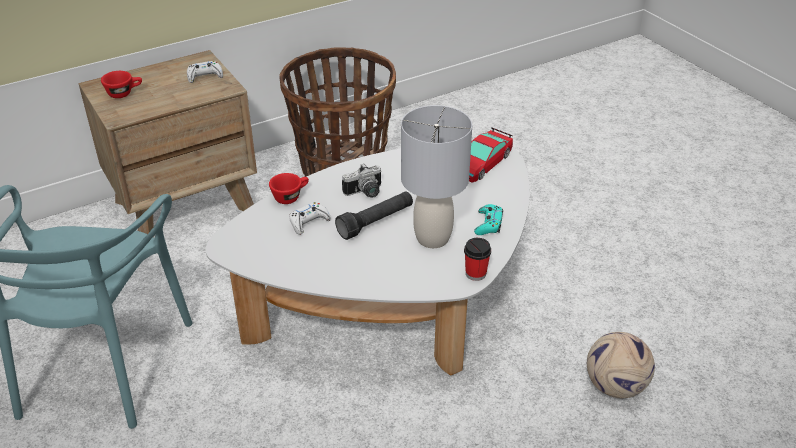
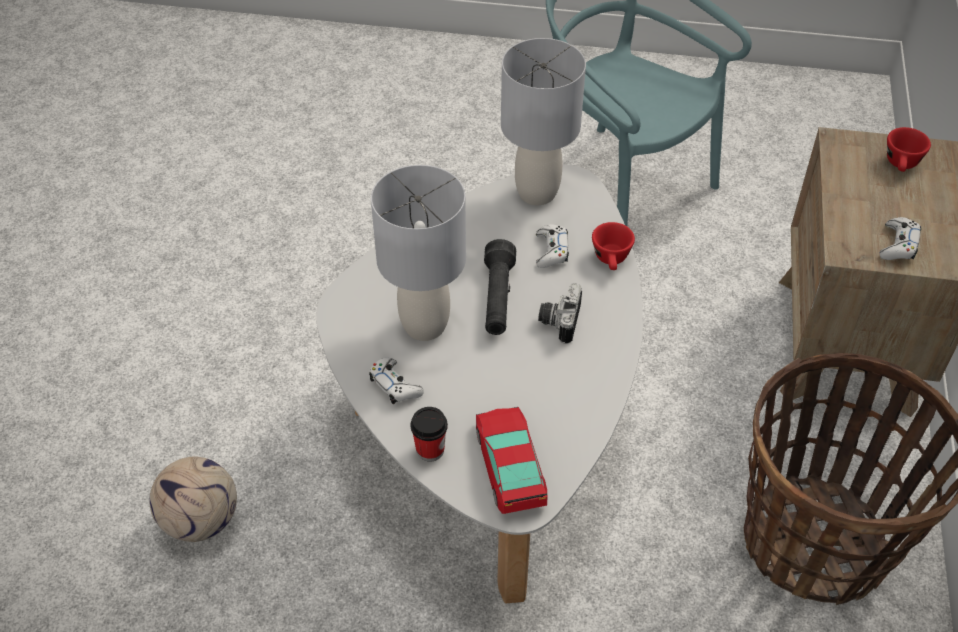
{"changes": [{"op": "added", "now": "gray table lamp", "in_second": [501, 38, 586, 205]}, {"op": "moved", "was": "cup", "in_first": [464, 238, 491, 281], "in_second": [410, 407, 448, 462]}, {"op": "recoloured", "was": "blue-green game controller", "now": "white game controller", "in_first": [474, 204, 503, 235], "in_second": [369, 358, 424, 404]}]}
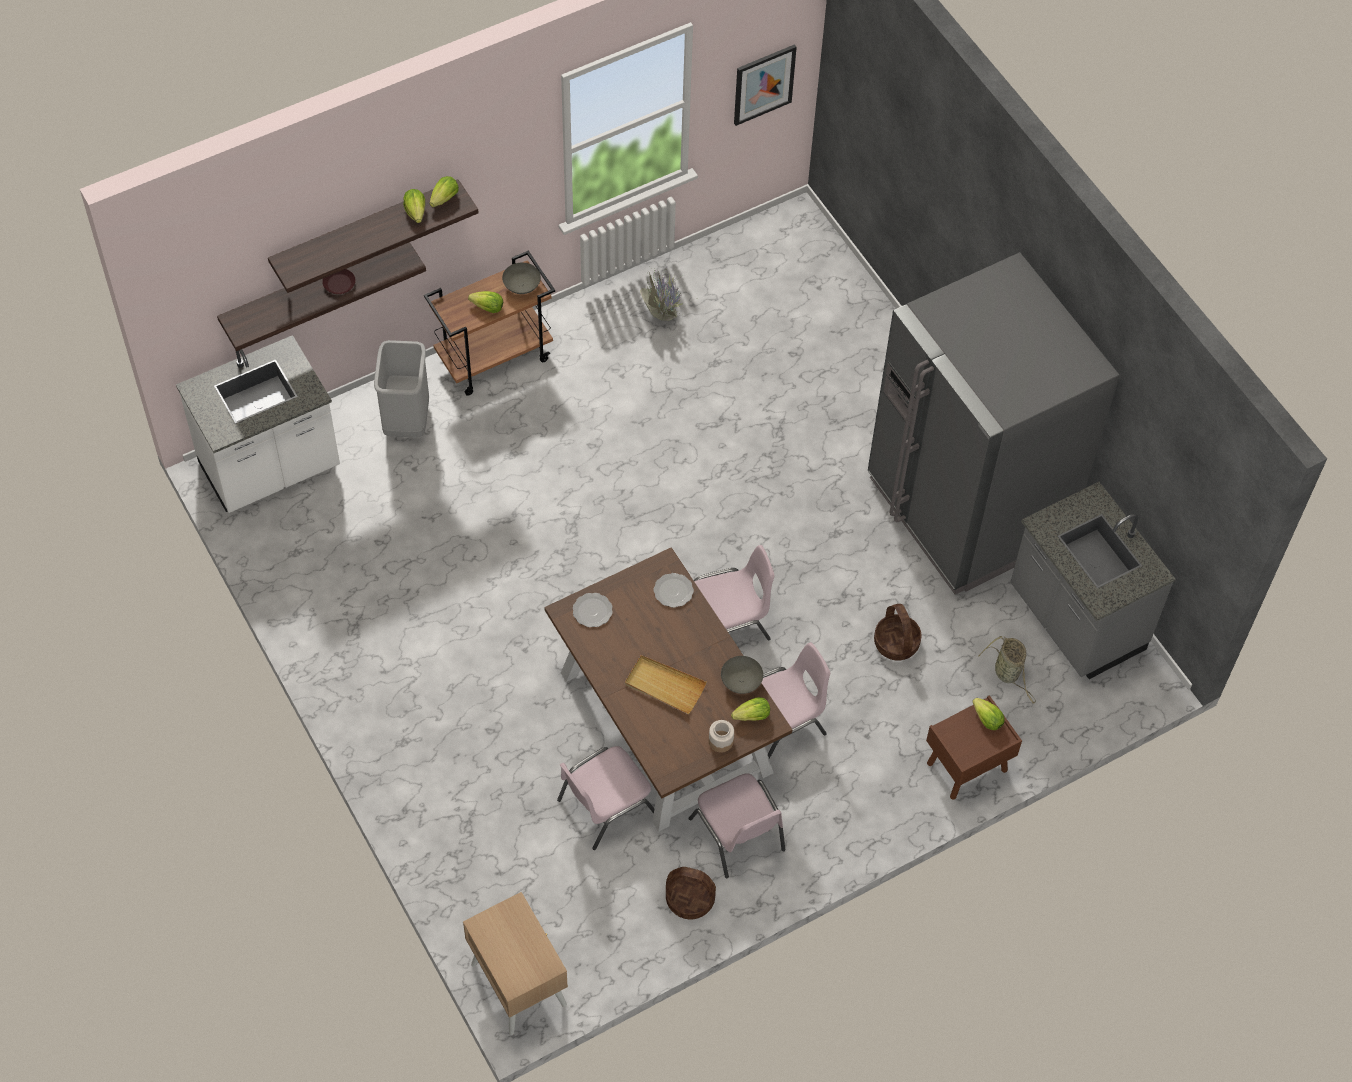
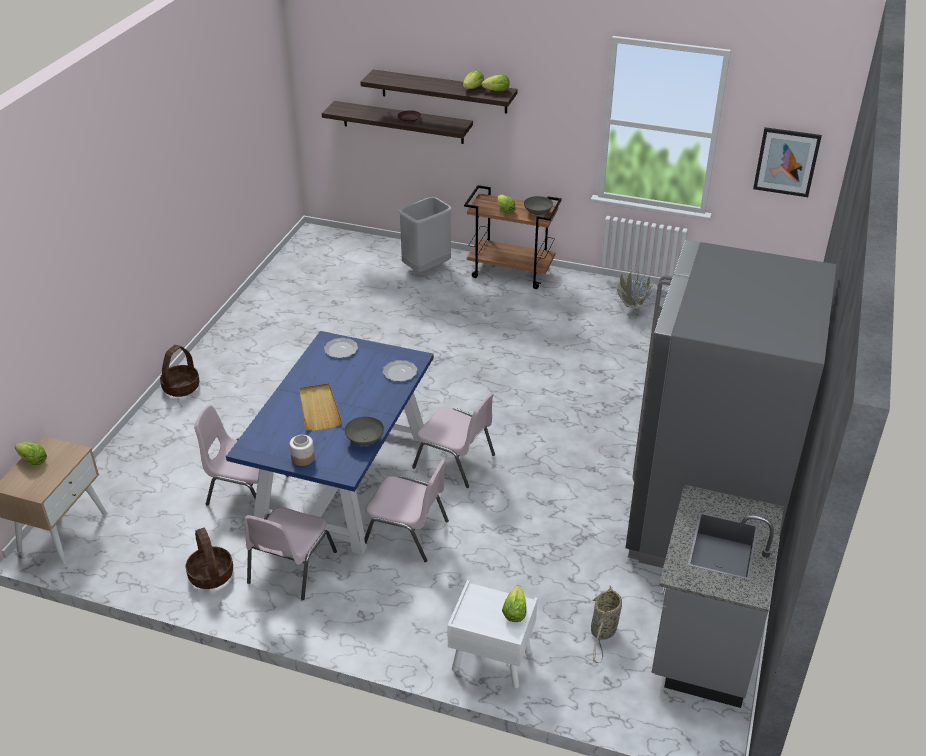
{"changes": [{"op": "removed", "was": "white kitchen counter", "in_first": [176, 335, 340, 513]}, {"op": "moved", "was": "head of lettuce", "in_first": [731, 697, 770, 721], "in_second": [15, 442, 47, 465]}, {"op": "moved", "was": "household basket", "in_first": [874, 604, 922, 660], "in_second": [160, 345, 199, 397]}, {"op": "recoloured", "was": "brown-coloured kitchen table", "now": "blue-coloured kitchen table", "in_first": [544, 547, 792, 832], "in_second": [226, 331, 434, 555]}, {"op": "recoloured", "was": "brown-coloured nightstand", "now": "white nightstand", "in_first": [926, 695, 1022, 800], "in_second": [447, 580, 538, 689]}]}
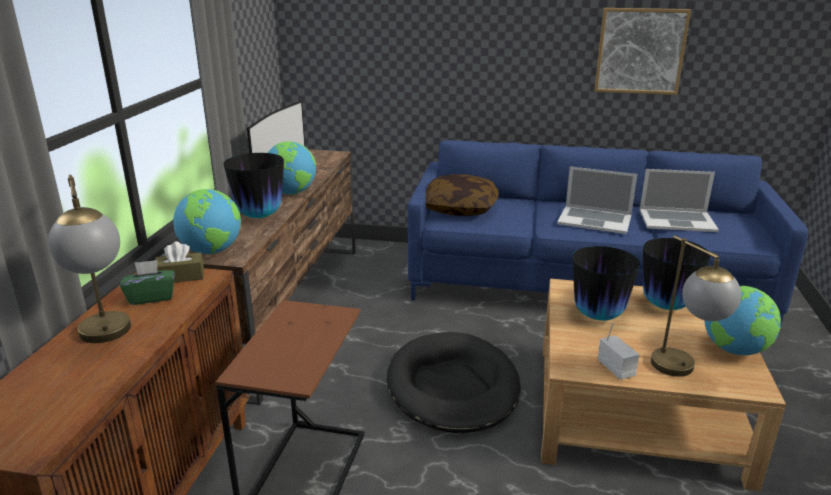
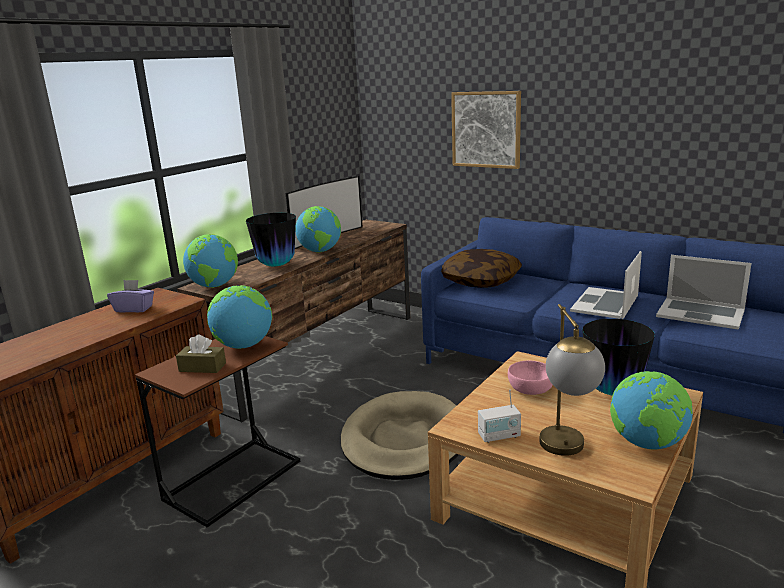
{"changes": [{"op": "removed", "was": "table lamp", "in_first": [48, 175, 131, 343]}, {"op": "added", "now": "desk globe", "in_second": [207, 285, 272, 349]}, {"op": "moved", "was": "brown-coloured tissue holder", "in_first": [155, 242, 204, 283], "in_second": [176, 334, 226, 373]}, {"op": "moved", "was": "picture", "in_first": [594, 8, 691, 95], "in_second": [451, 91, 521, 169]}, {"op": "replaced", "was": "vase", "now": "pink deep dish", "in_first": [573, 246, 640, 320], "in_second": [508, 360, 553, 395]}, {"op": "recoloured", "was": "green-coloured tissue holder", "now": "purplish tissue holder", "in_first": [120, 260, 175, 305], "in_second": [107, 280, 154, 312]}, {"op": "recoloured", "was": "black-coloured dog bed", "now": "beige dog bed", "in_first": [387, 332, 521, 433], "in_second": [341, 391, 459, 480]}, {"op": "turned", "was": "laptop", "in_first": [557, 167, 637, 234], "in_second": [570, 251, 642, 319], "clockwise": 75}, {"op": "turned", "was": "radio receiver", "in_first": [598, 323, 639, 380], "in_second": [478, 389, 521, 443], "clockwise": 75}]}
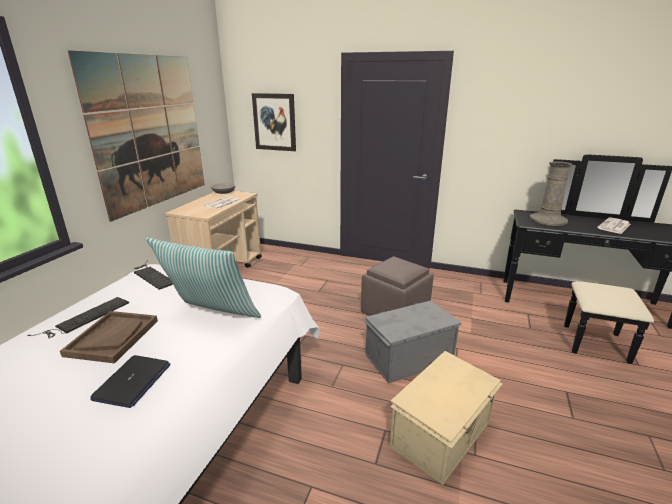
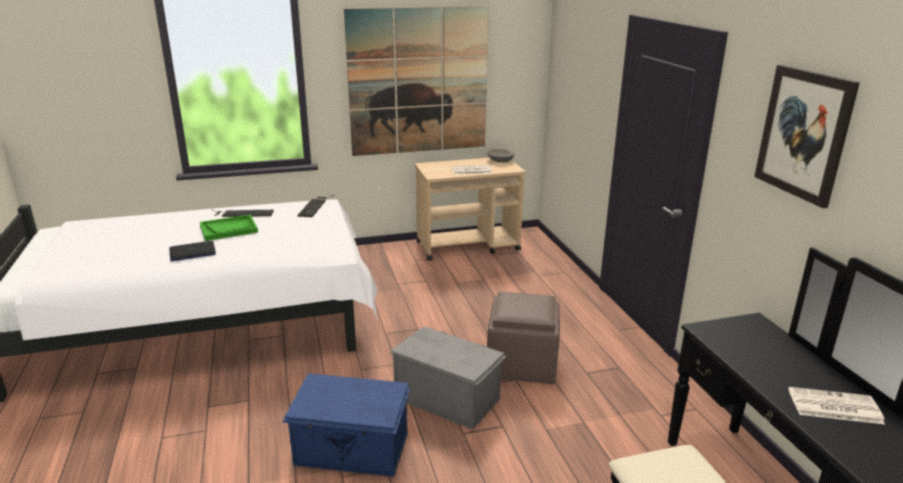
{"changes": [{"op": "removed", "was": "cushion", "in_first": [146, 238, 261, 318]}, {"op": "removed", "was": "beige vase", "in_first": [530, 161, 573, 226]}, {"op": "moved", "was": "picture", "in_first": [252, 93, 296, 151], "in_second": [754, 65, 860, 208]}, {"op": "recoloured", "was": "brown-coloured serving tray", "now": "green-coloured serving tray", "in_first": [60, 311, 158, 363], "in_second": [200, 214, 258, 241]}, {"op": "recoloured", "was": "beige storage container", "now": "blue-coloured storage container", "in_first": [390, 351, 502, 485], "in_second": [282, 373, 410, 477]}]}
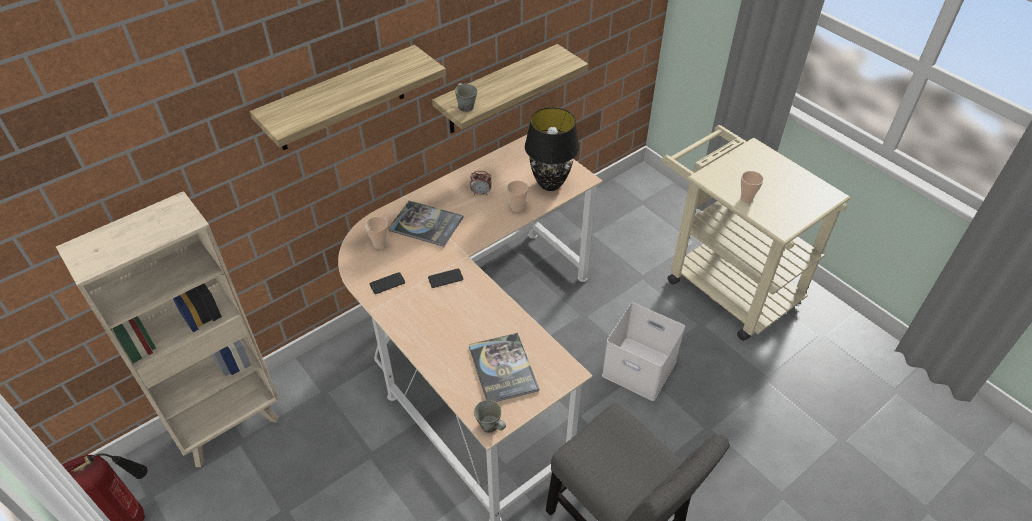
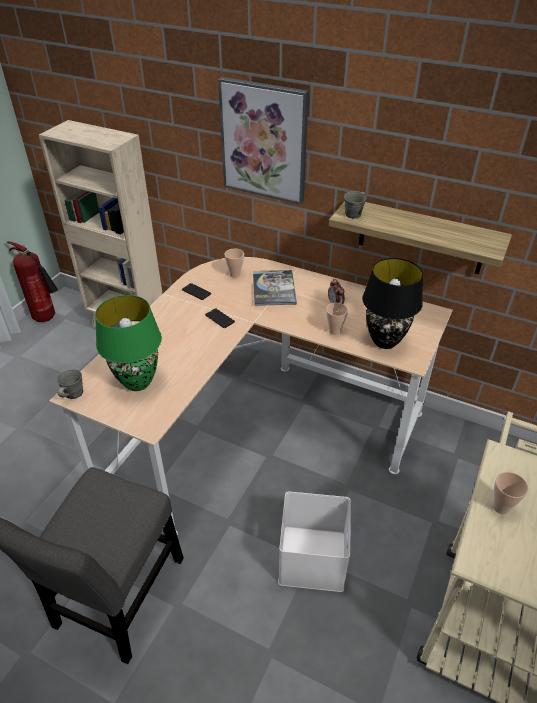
{"changes": [{"op": "replaced", "was": "wall shelf", "now": "picture", "in_first": [250, 45, 446, 150], "in_second": [218, 77, 309, 205]}, {"op": "replaced", "was": "bound book", "now": "green-coloured table lamp", "in_first": [469, 333, 539, 402], "in_second": [95, 295, 162, 391]}]}
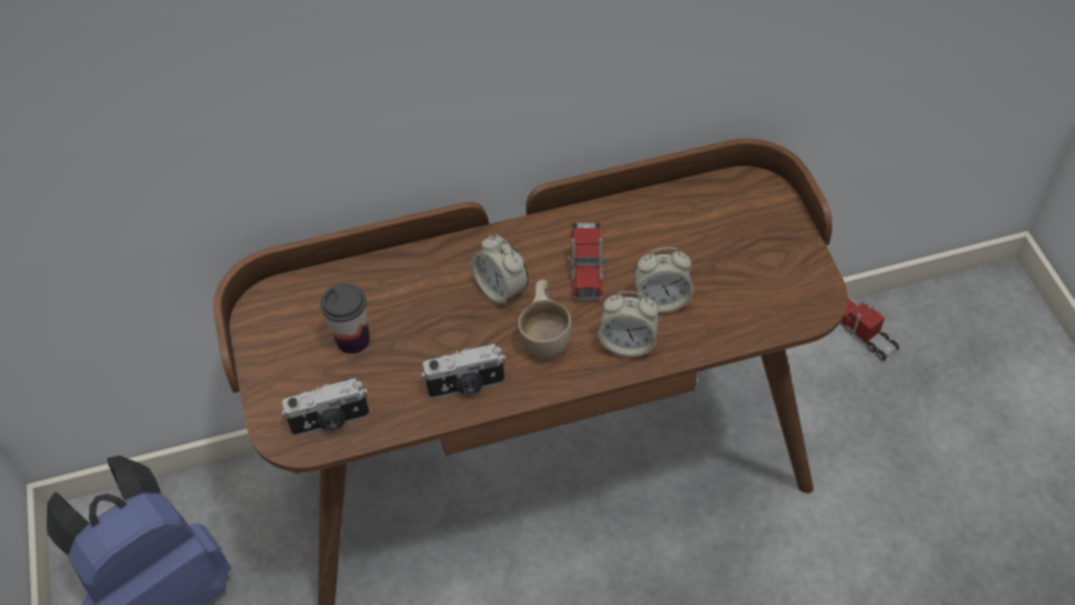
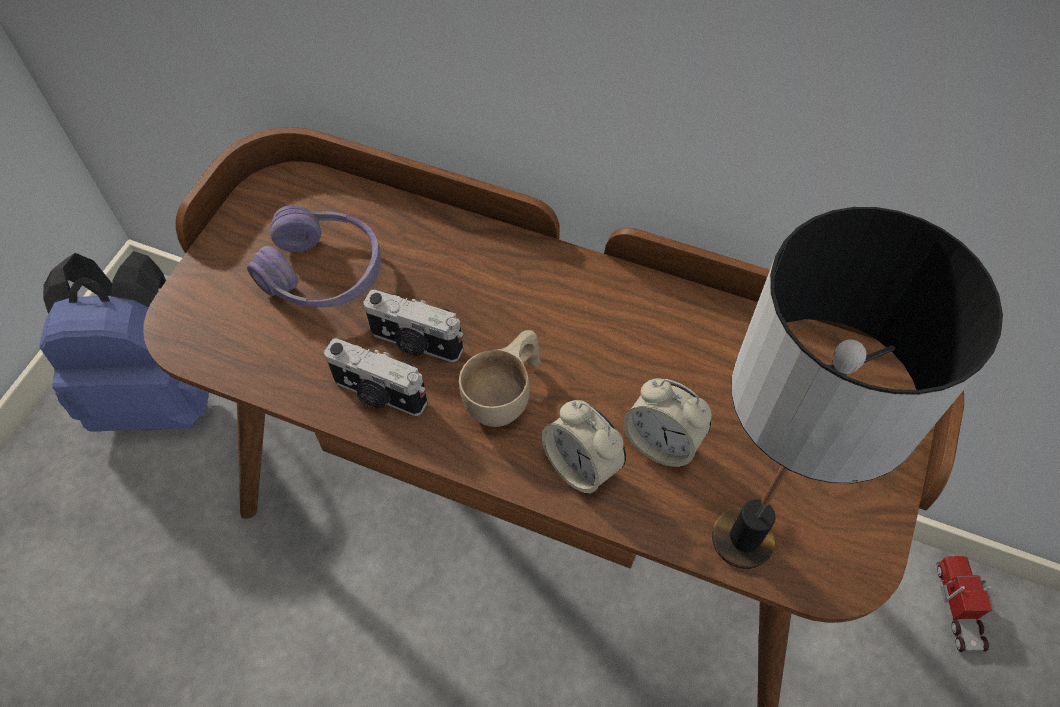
{"changes": [{"op": "removed", "was": "table clock", "in_first": [471, 234, 528, 307]}, {"op": "removed", "was": "toy truck", "in_first": [567, 222, 607, 301]}, {"op": "added", "now": "table lamp", "in_second": [712, 207, 1003, 569]}, {"op": "moved", "was": "still camera", "in_first": [281, 378, 370, 436], "in_second": [363, 289, 463, 362]}, {"op": "replaced", "was": "cup", "now": "purplish headphones", "in_first": [320, 283, 370, 354], "in_second": [247, 205, 381, 307]}]}
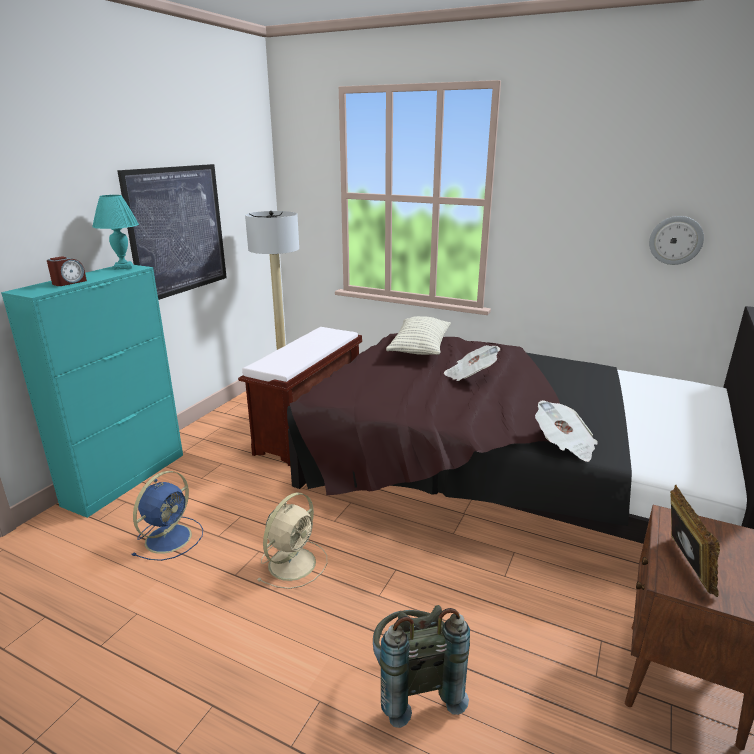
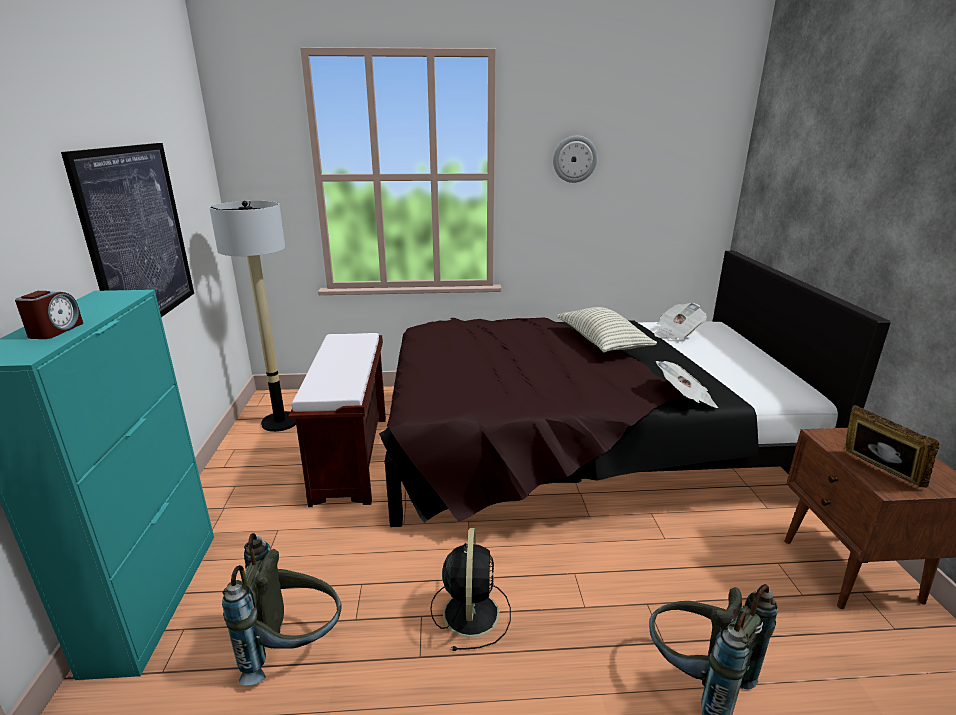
{"changes": [{"op": "removed", "was": "blue-green table lamp", "in_first": [92, 195, 139, 270]}, {"op": "moved", "was": "cushion", "in_first": [386, 316, 451, 355], "in_second": [557, 307, 657, 353]}, {"op": "moved", "was": "newspaper", "in_first": [444, 345, 500, 381], "in_second": [654, 303, 707, 340]}, {"op": "moved", "was": "wall clock", "in_first": [649, 216, 704, 265], "in_second": [553, 136, 597, 183]}, {"op": "replaced", "was": "blue-coloured fan", "now": "gray rucksack", "in_first": [132, 471, 203, 561], "in_second": [222, 533, 342, 685]}, {"op": "recoloured", "was": "beige fan", "now": "black-coloured fan", "in_first": [257, 493, 327, 589], "in_second": [430, 528, 511, 651]}]}
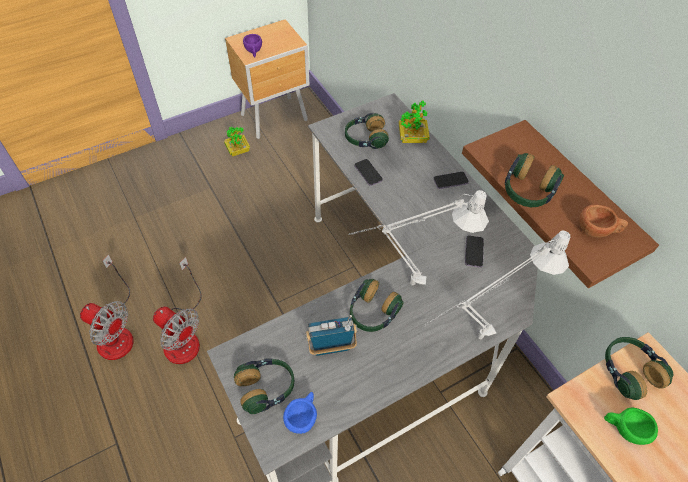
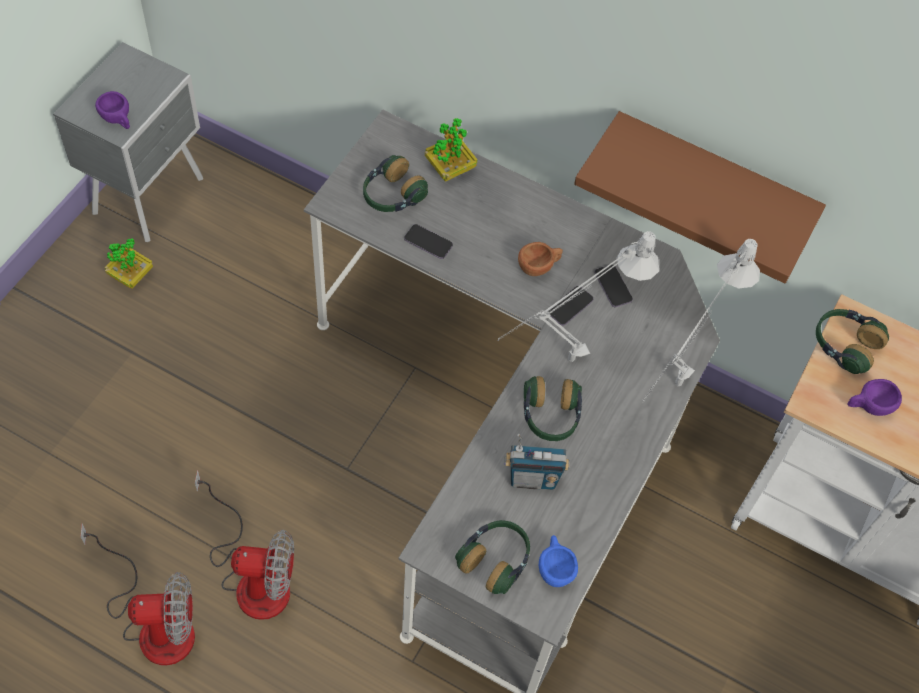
{"changes": [{"op": "removed", "was": "headphones", "in_first": [505, 153, 564, 207]}, {"op": "moved", "was": "phone", "in_first": [433, 172, 469, 189], "in_second": [548, 286, 594, 326]}, {"op": "moved", "was": "brown-coloured cup", "in_first": [579, 205, 628, 238], "in_second": [518, 242, 563, 276]}, {"op": "recoloured", "was": "brown-coloured nightstand", "now": "gray nightstand", "in_first": [225, 19, 309, 139], "in_second": [53, 42, 203, 242]}, {"op": "recoloured", "was": "green-coloured cup", "now": "purplish cup", "in_first": [604, 407, 658, 445], "in_second": [847, 379, 902, 416]}, {"op": "turned", "was": "radio receiver", "in_first": [305, 315, 357, 356], "in_second": [504, 434, 570, 490], "clockwise": -135}]}
